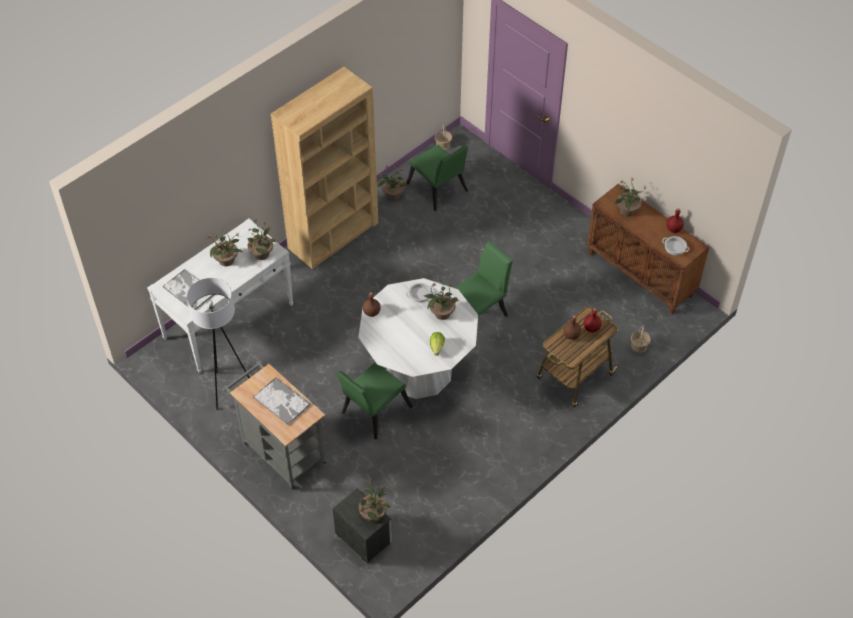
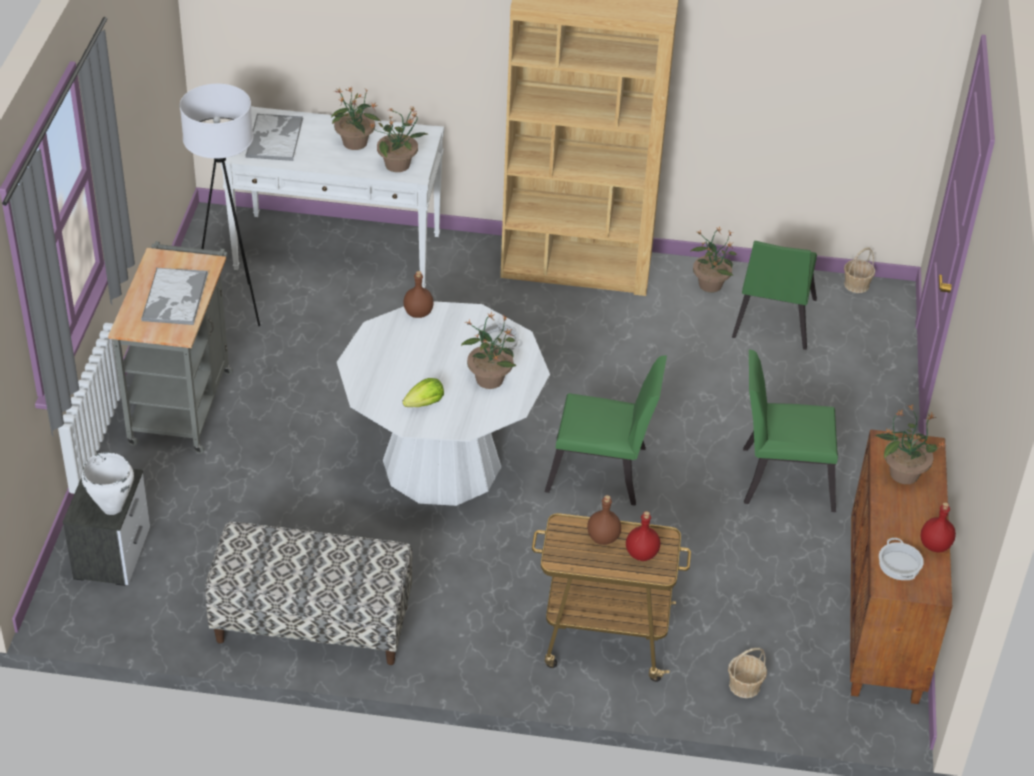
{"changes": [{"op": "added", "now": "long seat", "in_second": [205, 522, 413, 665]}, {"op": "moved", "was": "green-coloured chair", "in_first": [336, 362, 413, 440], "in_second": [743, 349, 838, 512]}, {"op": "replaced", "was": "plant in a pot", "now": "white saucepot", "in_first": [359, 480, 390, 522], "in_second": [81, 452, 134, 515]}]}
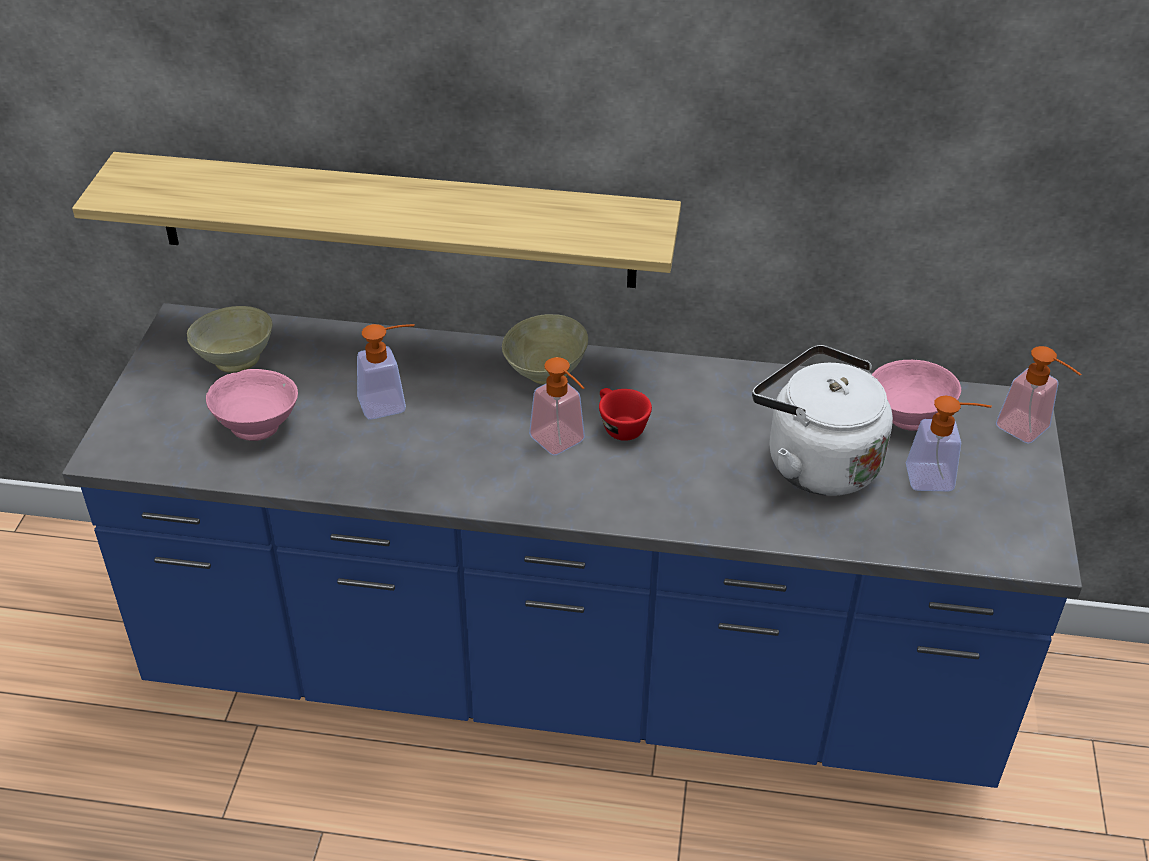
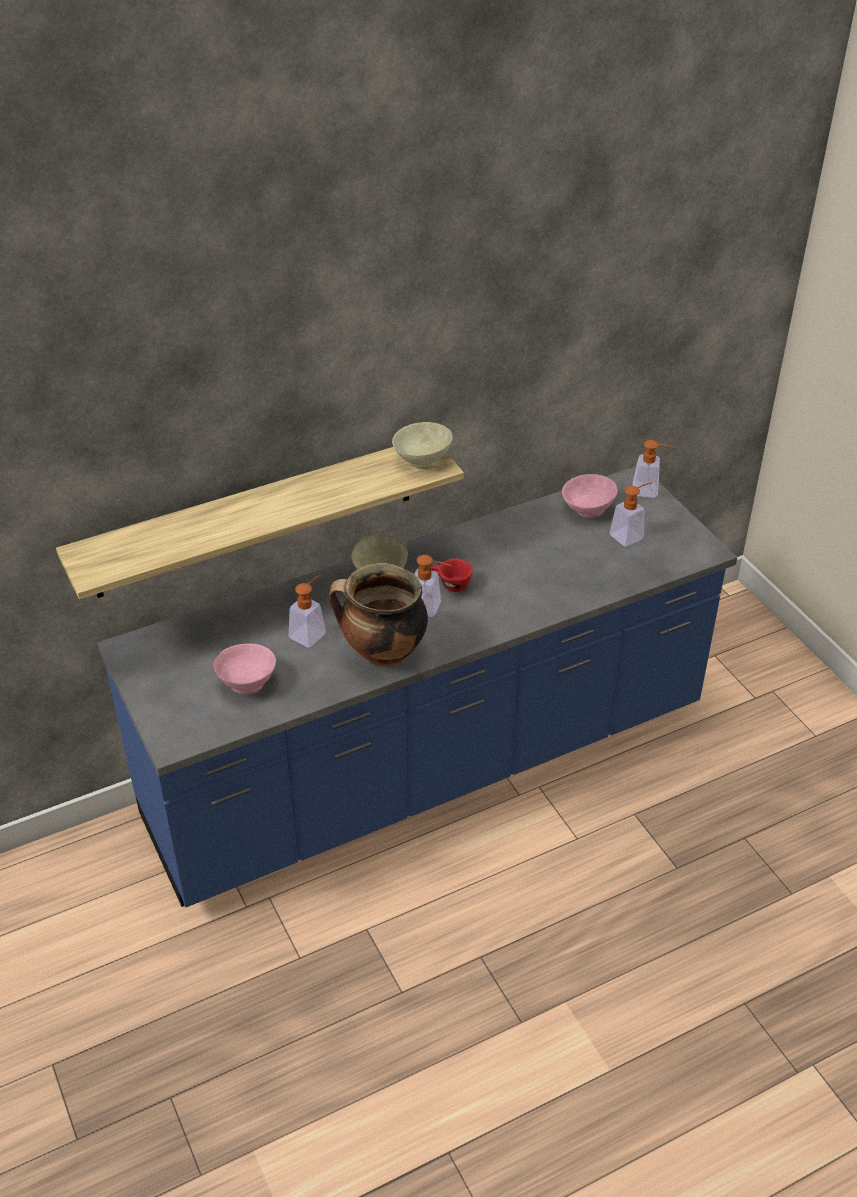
{"changes": [{"op": "removed", "was": "white tea kettle", "in_first": [752, 345, 893, 496]}, {"op": "added", "now": "saucepot", "in_second": [329, 563, 428, 667]}, {"op": "moved", "was": "beige deep dish", "in_first": [187, 306, 273, 373], "in_second": [392, 422, 453, 469]}]}
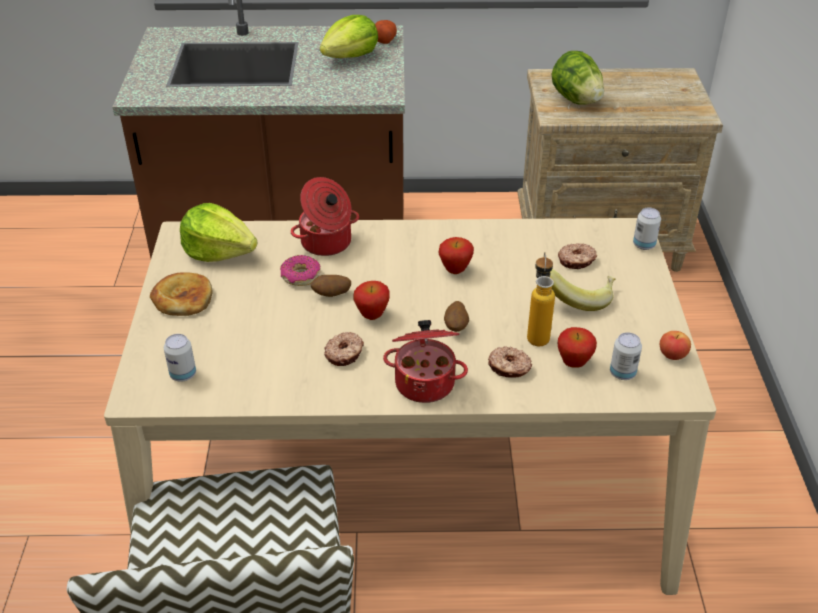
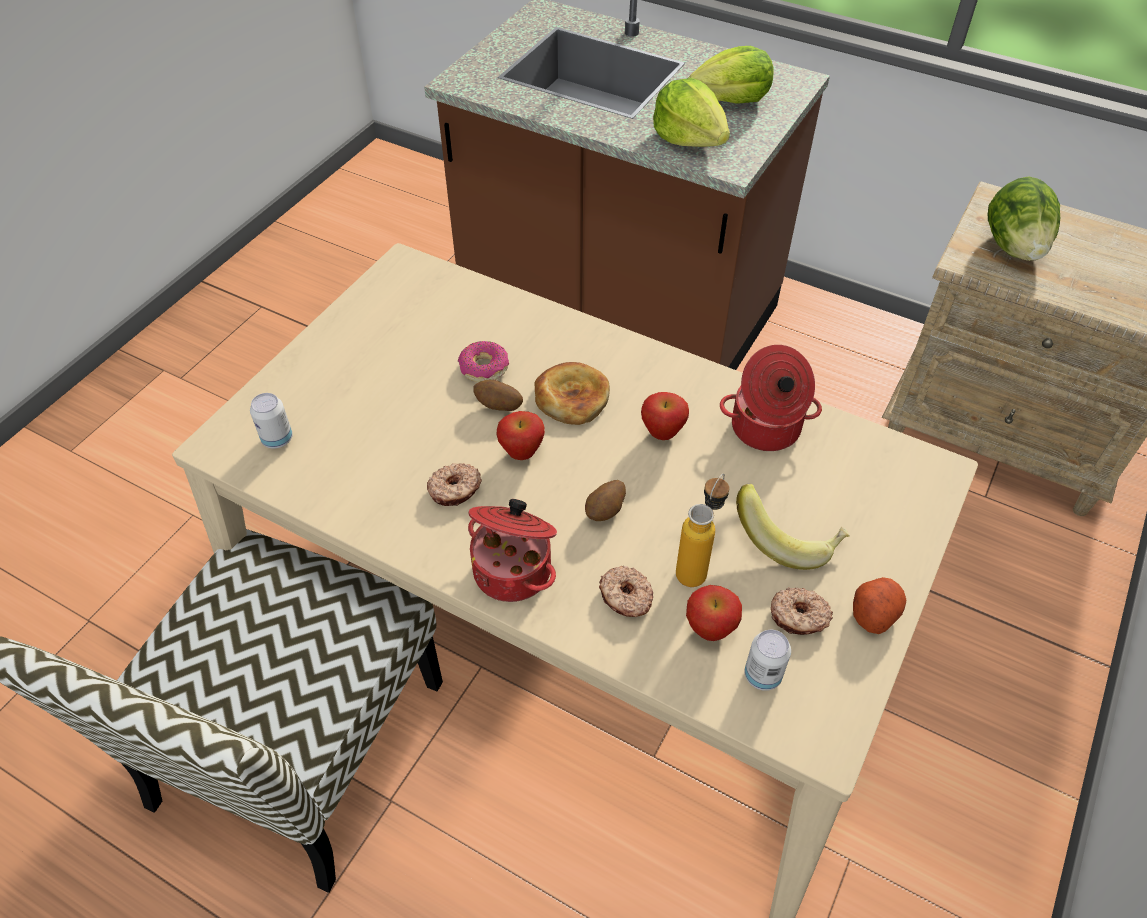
{"changes": [{"op": "removed", "was": "can", "in_first": [633, 208, 661, 250]}, {"op": "removed", "was": "whole apple", "in_first": [660, 331, 691, 360]}, {"op": "moved", "was": "baked bread", "in_first": [150, 272, 212, 316], "in_second": [534, 362, 610, 425]}, {"op": "moved", "was": "head of lettuce", "in_first": [180, 203, 257, 262], "in_second": [653, 78, 730, 147]}, {"op": "moved", "was": "saucepot", "in_first": [291, 177, 359, 256], "in_second": [720, 345, 822, 451]}, {"op": "moved", "was": "spud", "in_first": [375, 20, 397, 44], "in_second": [853, 577, 906, 634]}, {"op": "moved", "was": "doughnut", "in_first": [558, 243, 597, 269], "in_second": [771, 587, 833, 635]}]}
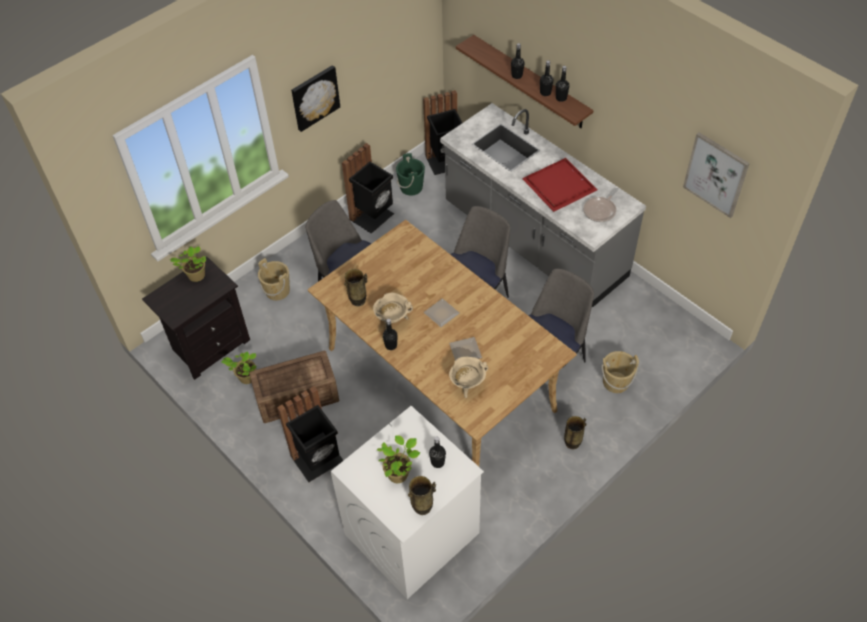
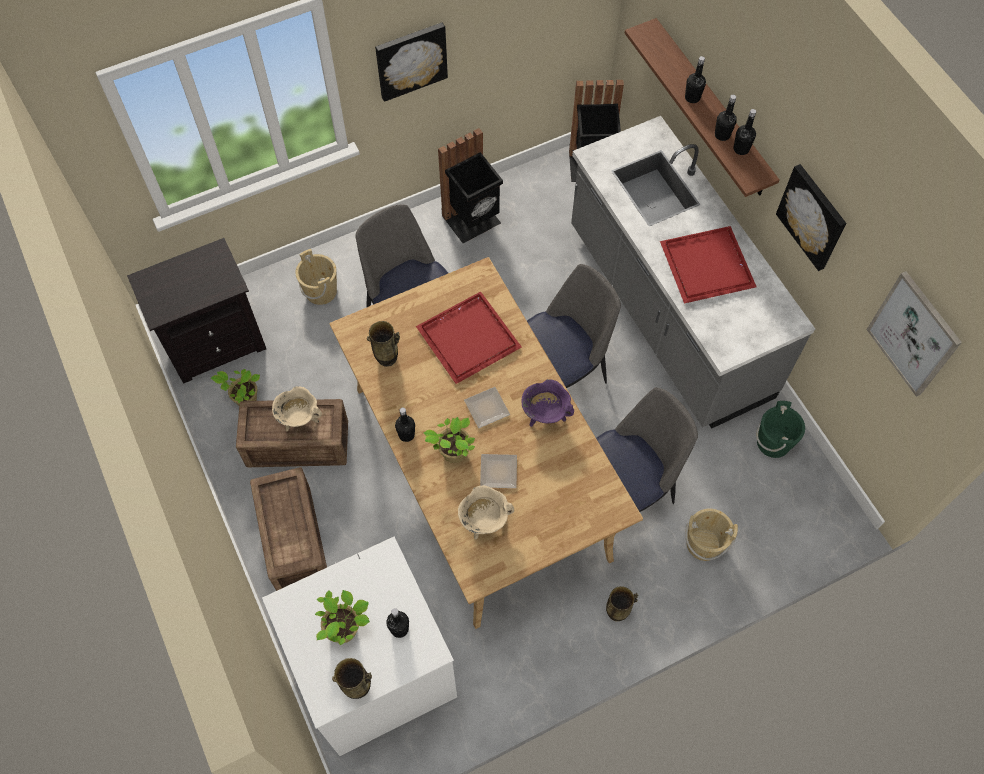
{"changes": [{"op": "removed", "was": "skillet", "in_first": [583, 188, 619, 222]}, {"op": "added", "now": "red serving tray", "in_second": [416, 291, 522, 384]}, {"op": "added", "now": "purplish saucepot", "in_second": [521, 379, 574, 427]}, {"op": "added", "now": "picture", "in_second": [776, 164, 846, 271]}, {"op": "moved", "was": "plant in a pot", "in_first": [170, 246, 206, 282], "in_second": [424, 417, 475, 463]}, {"op": "moved", "was": "beige saucepot", "in_first": [373, 292, 413, 330], "in_second": [272, 386, 322, 432]}, {"op": "moved", "was": "green-coloured bucket", "in_first": [396, 153, 425, 196], "in_second": [756, 401, 805, 458]}, {"op": "replaced", "was": "black-coloured rubbish bin", "now": "crate", "in_first": [277, 386, 344, 482], "in_second": [250, 467, 327, 591]}]}
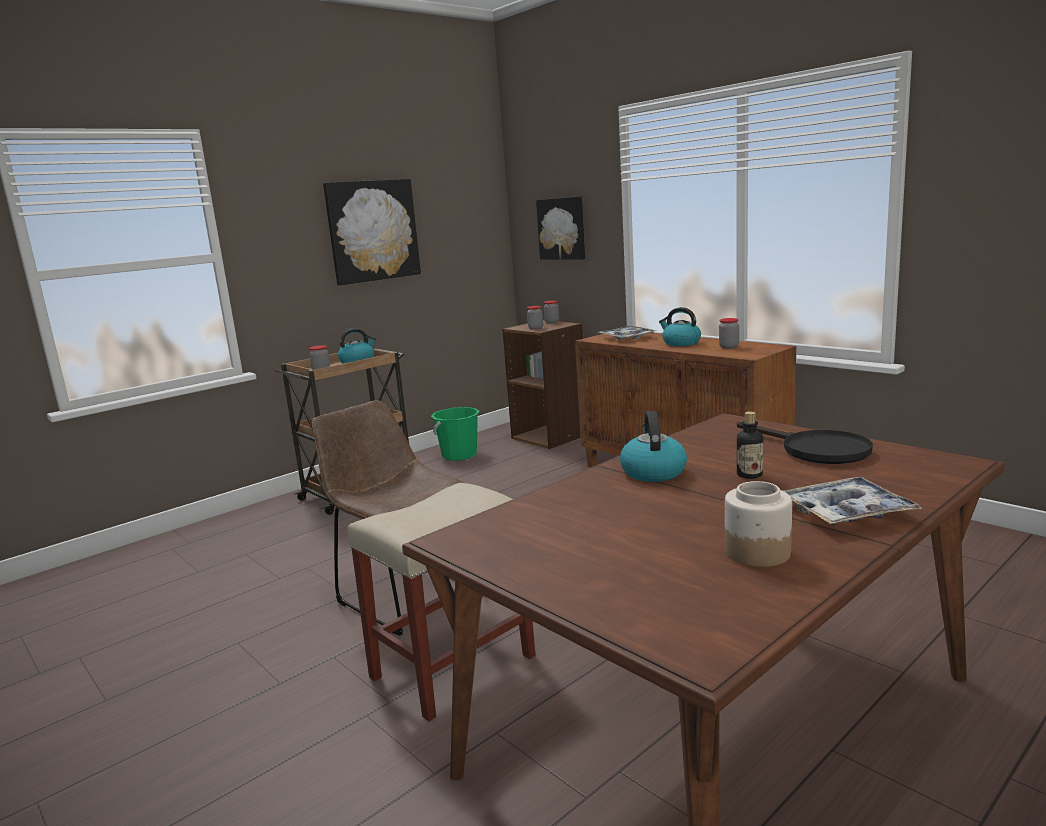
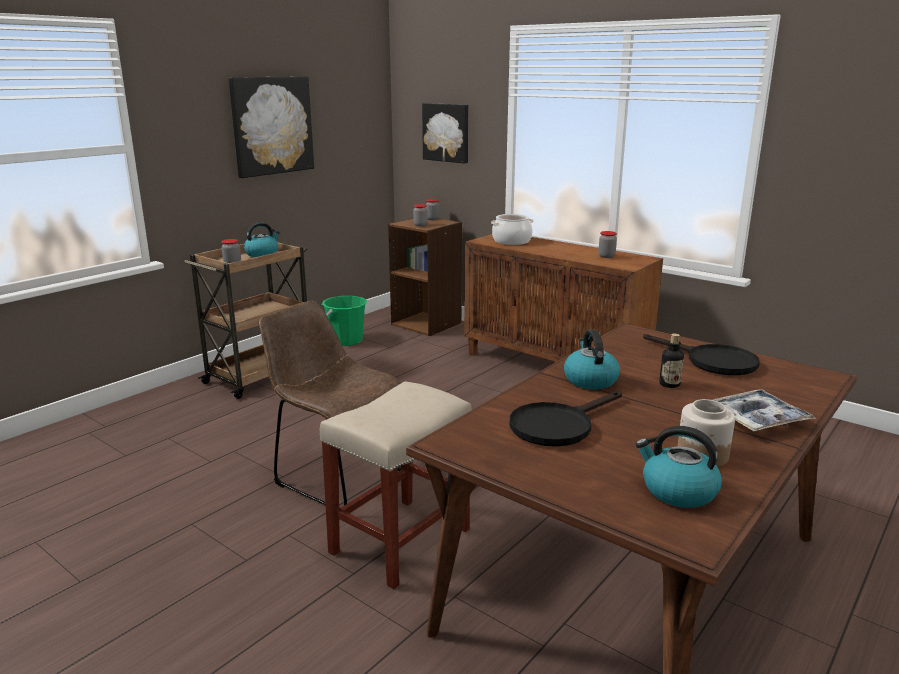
{"changes": [{"op": "added", "now": "black-coloured skillet", "in_second": [509, 391, 622, 447]}, {"op": "moved", "was": "tea kettle", "in_first": [659, 307, 701, 346], "in_second": [636, 426, 722, 508]}, {"op": "replaced", "was": "serving tray", "now": "saucepot", "in_first": [597, 326, 656, 340], "in_second": [491, 214, 534, 245]}]}
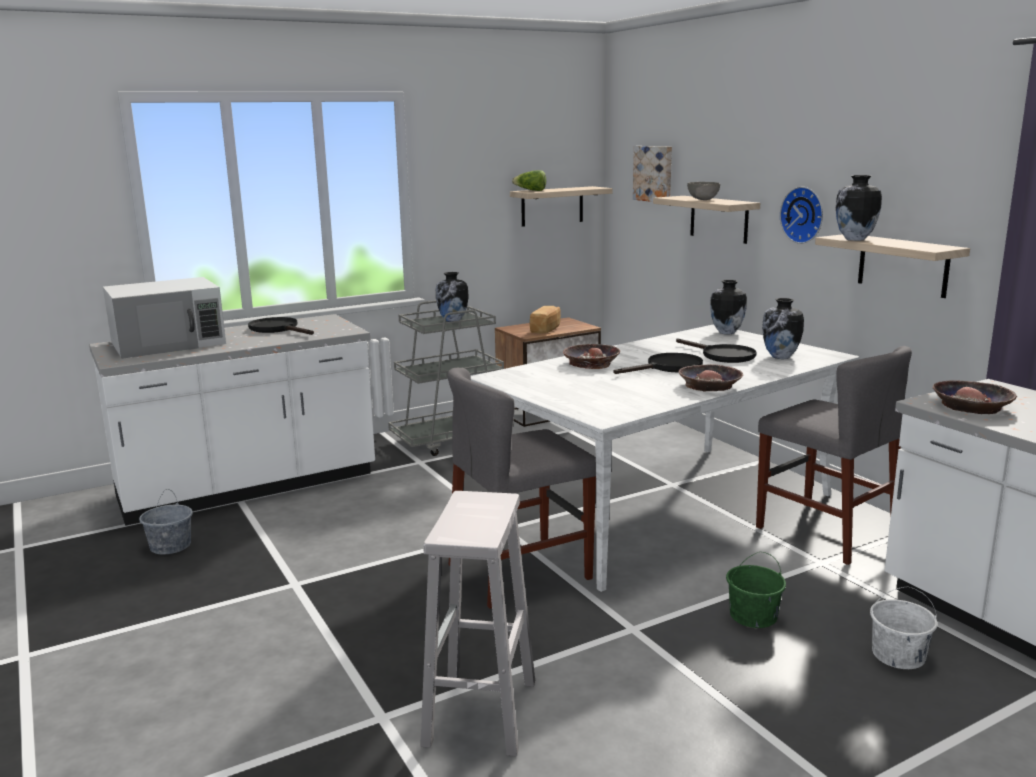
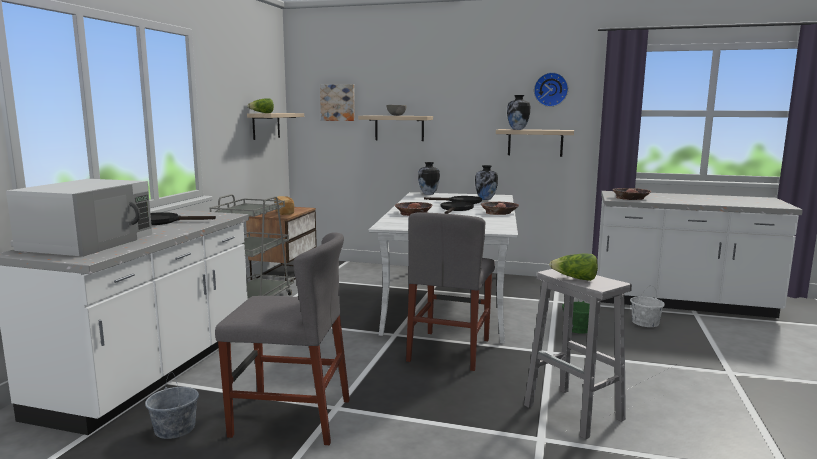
{"changes": [{"op": "removed", "was": "vase", "in_first": [436, 272, 469, 322]}, {"op": "added", "now": "head of lettuce", "in_second": [549, 254, 598, 281]}, {"op": "moved", "was": "gray chair", "in_first": [756, 346, 912, 565], "in_second": [215, 232, 350, 445]}, {"op": "moved", "was": "wall clock", "in_first": [780, 187, 823, 244], "in_second": [534, 72, 568, 107]}]}
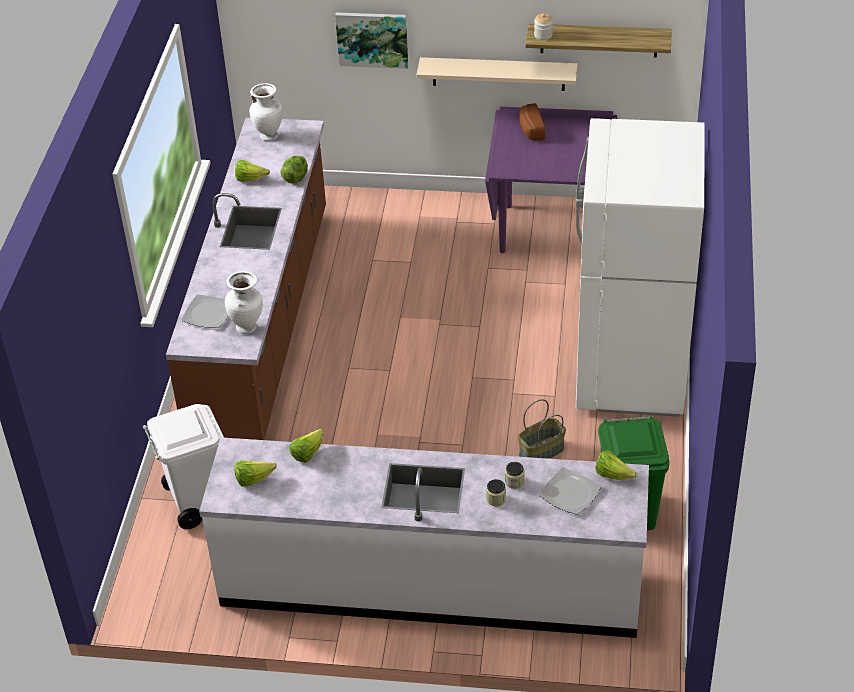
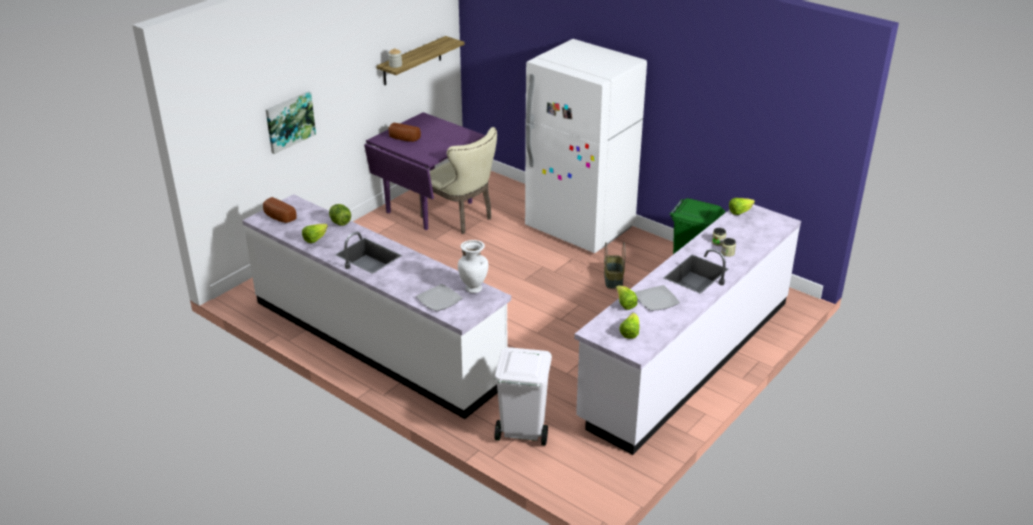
{"changes": [{"op": "removed", "was": "beige wall shelf", "in_first": [416, 57, 578, 91]}, {"op": "added", "now": "beige chair", "in_second": [419, 127, 497, 234]}, {"op": "moved", "was": "flat dish", "in_first": [539, 467, 601, 515], "in_second": [635, 285, 680, 311]}, {"op": "replaced", "was": "white vase", "now": "baked bread", "in_first": [249, 83, 283, 141], "in_second": [263, 197, 297, 223]}, {"op": "recoloured", "was": "brown-coloured kitchen counter", "now": "white kitchen counter", "in_first": [166, 117, 326, 440], "in_second": [242, 194, 511, 419]}]}
